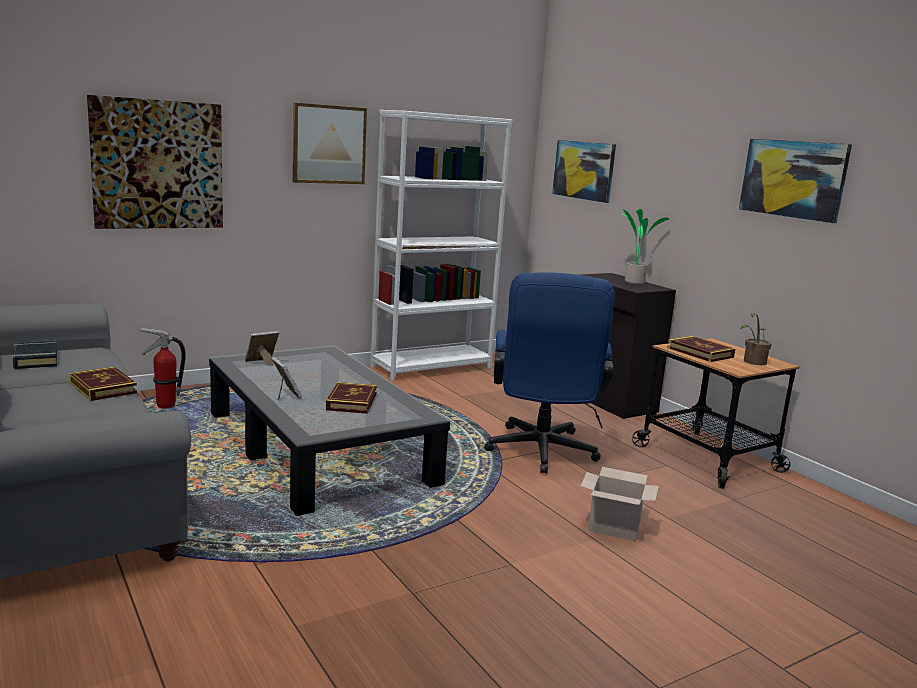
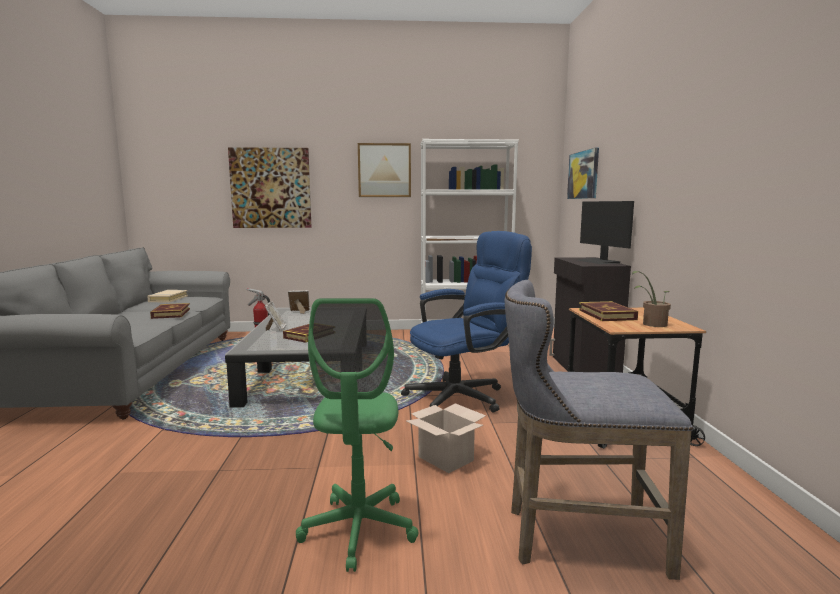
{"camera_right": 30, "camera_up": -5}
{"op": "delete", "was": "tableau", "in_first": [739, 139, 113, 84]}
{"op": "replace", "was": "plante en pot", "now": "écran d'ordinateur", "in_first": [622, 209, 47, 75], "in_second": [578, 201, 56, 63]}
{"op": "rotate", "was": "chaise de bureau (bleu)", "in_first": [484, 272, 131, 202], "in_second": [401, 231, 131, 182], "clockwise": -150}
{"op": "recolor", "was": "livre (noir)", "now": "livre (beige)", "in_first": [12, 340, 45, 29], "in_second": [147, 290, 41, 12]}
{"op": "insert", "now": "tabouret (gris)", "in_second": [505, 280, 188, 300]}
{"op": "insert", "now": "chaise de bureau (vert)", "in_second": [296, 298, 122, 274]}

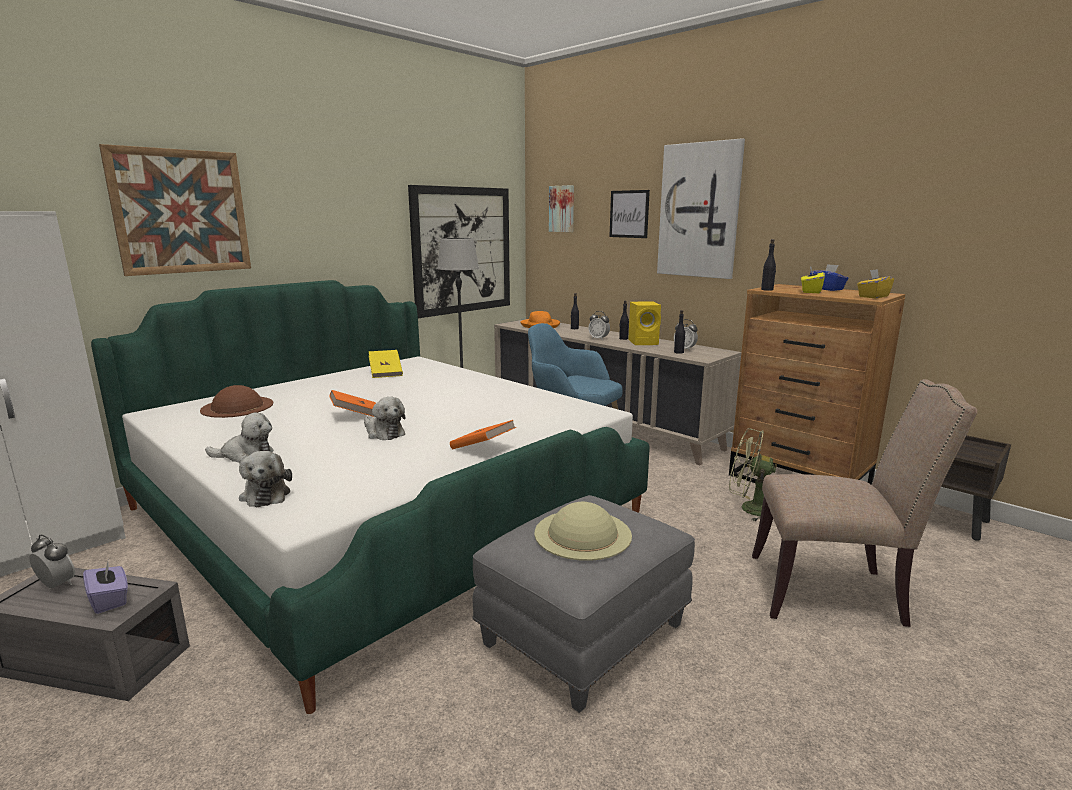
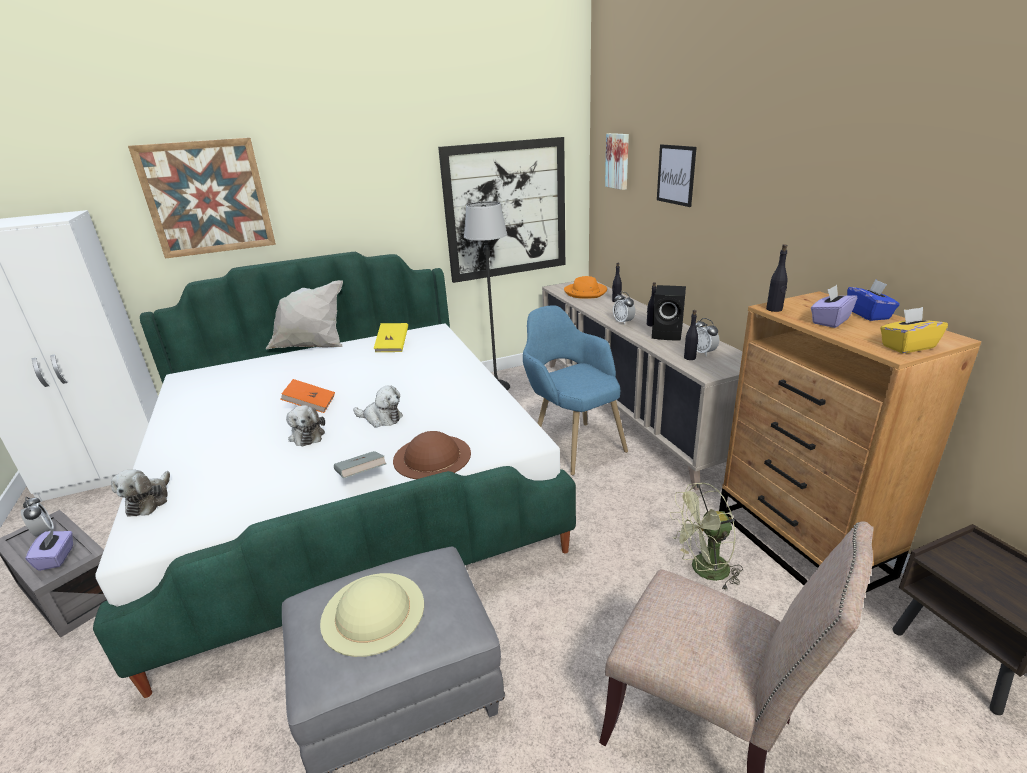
{"camera_right": 25, "camera_up": 10}
{"op": "delete", "was": "tableau", "in_first": [657, 138, 88, 141]}
{"op": "recolor", "was": "boîte à mouchoirs (jaune)", "now": "boîte à mouchoirs (violet)", "in_first": [801, 267, 24, 26], "in_second": [811, 285, 46, 43]}
{"op": "recolor", "was": "enceinte (jaune)", "now": "enceinte (noir)", "in_first": [628, 301, 33, 44], "in_second": [652, 285, 34, 55]}
{"op": "move", "was": "chapeau (marron)", "in_first": [200, 385, 73, 33], "in_second": [393, 431, 78, 48]}
{"op": "move", "was": "peluche", "in_first": [205, 412, 68, 51], "in_second": [353, 386, 50, 42]}
{"op": "recolor", "was": "livre (orange)", "now": "livre (gris)", "in_first": [450, 420, 66, 29], "in_second": [334, 451, 53, 27]}
{"op": "rotate", "was": "ventilateur (vert)", "in_first": [729, 428, 48, 93], "in_second": [670, 482, 73, 108], "clockwise": -60}
{"op": "insert", "now": "coussin (blanc)", "in_second": [266, 280, 77, 69]}

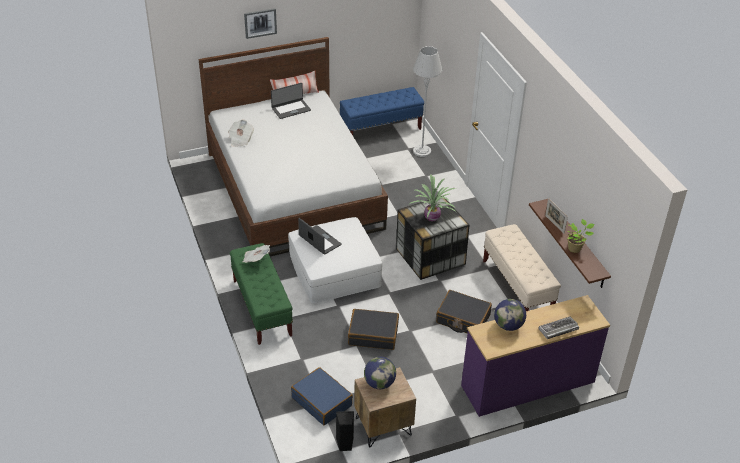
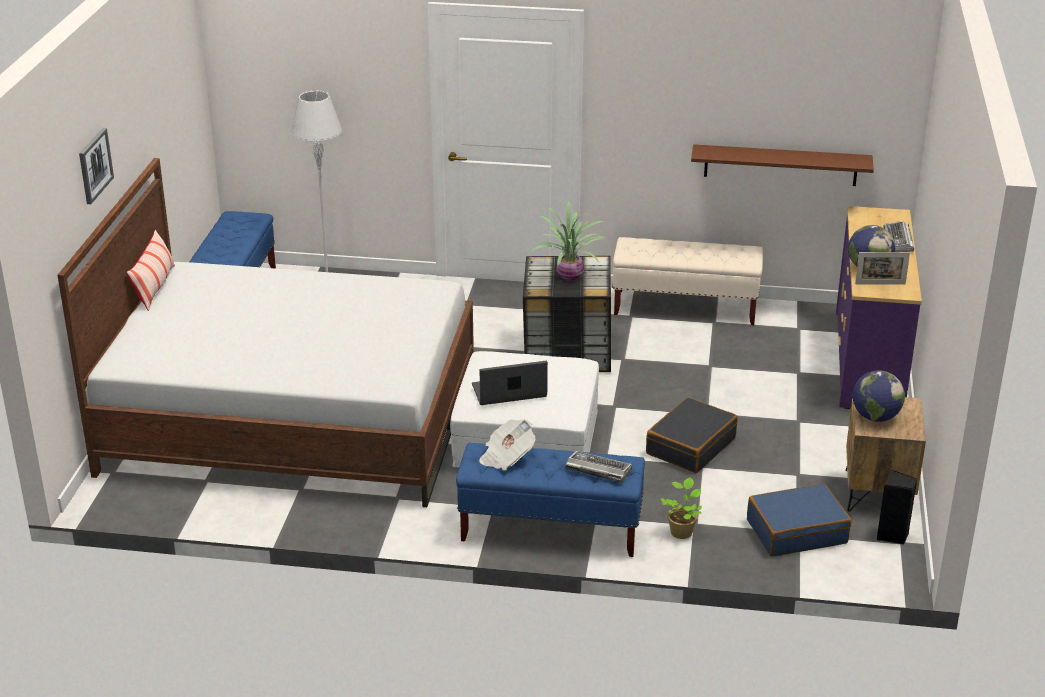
{"camera_right": -60, "camera_up": -10}
{"op": "delete", "was": "ordinateur portable", "in_first": [271, 83, 40, 36]}
{"op": "delete", "was": "journal", "in_first": [228, 119, 26, 28]}
{"op": "move", "was": "cadre photo", "in_first": [545, 198, 23, 36], "in_second": [855, 252, 55, 33]}
{"op": "move", "was": "plante en pot", "in_first": [567, 219, 27, 34], "in_second": [661, 477, 41, 62]}
{"op": "recolor", "was": "banc (vert)", "now": "banc (bleu)", "in_first": [230, 243, 63, 102], "in_second": [456, 443, 189, 114]}
{"op": "delete", "was": "valise (noir)", "in_first": [436, 290, 56, 44]}
{"op": "insert", "now": "clavier", "in_second": [565, 451, 67, 31]}

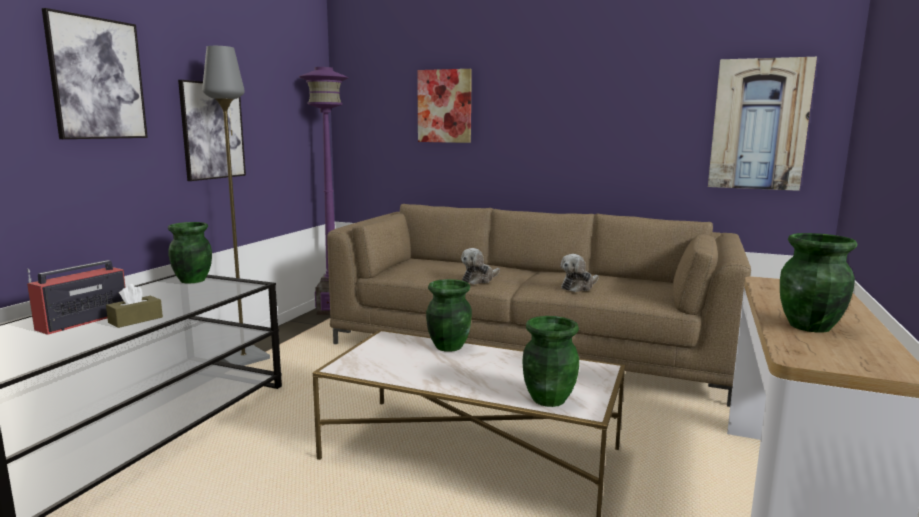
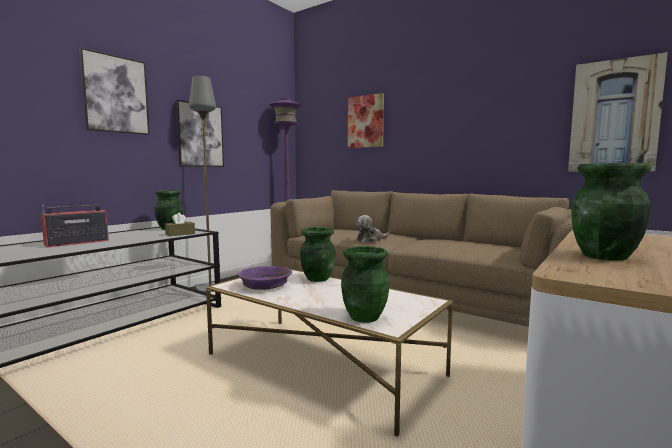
{"camera_right": 15, "camera_up": -5}
{"op": "delete", "was": "peluche", "in_first": [561, 254, 38, 38]}
{"op": "move", "was": "boîte à mouchoirs (marron)", "in_first": [106, 284, 57, 44], "in_second": [165, 213, 30, 23]}
{"op": "insert", "now": "bol (violet)", "in_second": [238, 266, 54, 24]}

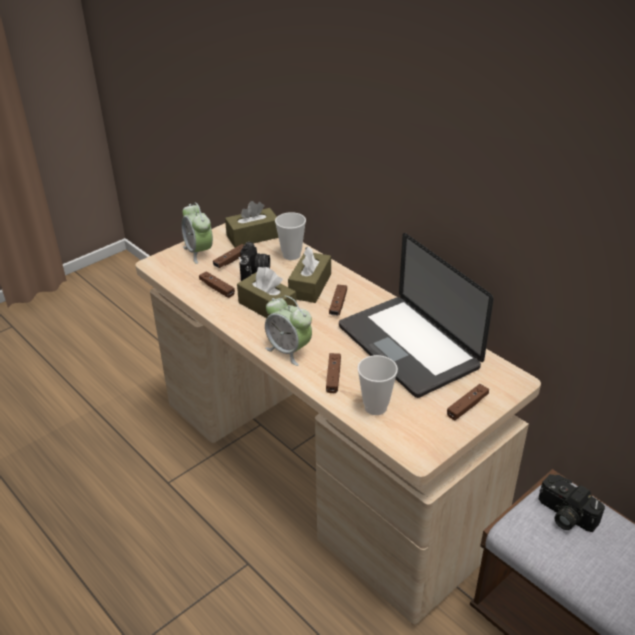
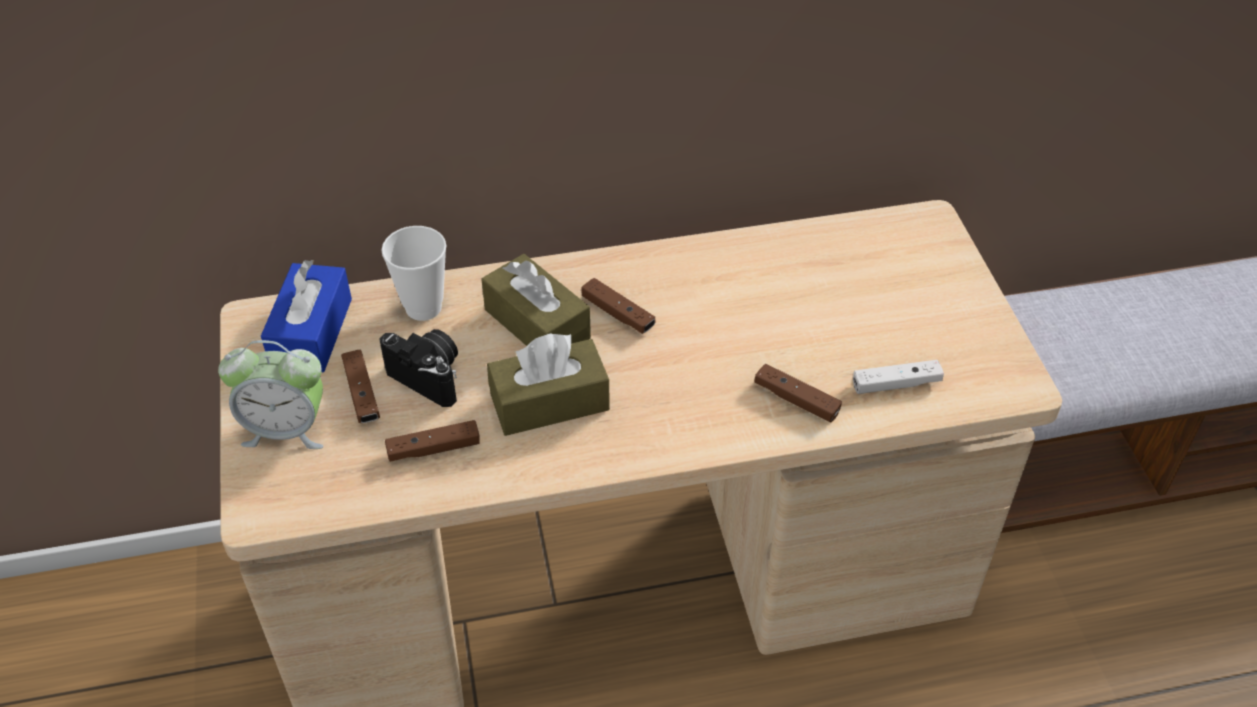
{"camera_right": -60, "camera_up": 10}
{"op": "recolor", "was": "boîte à mouchoirs (marron)", "now": "boîte à mouchoirs (bleu)", "in_first": [225, 201, 54, 47], "in_second": [261, 260, 91, 112]}
{"op": "delete", "was": "ordinateur portable", "in_first": [339, 233, 155, 165]}
{"op": "delete", "was": "réveil", "in_first": [265, 296, 47, 70]}
{"op": "replace", "was": "tasse", "now": "manette (blanc)", "in_first": [357, 355, 41, 60], "in_second": [853, 360, 91, 34]}
{"op": "delete", "was": "manette (marron)", "in_first": [447, 384, 42, 36]}
{"op": "delete", "was": "appareil photo", "in_first": [538, 474, 67, 58]}

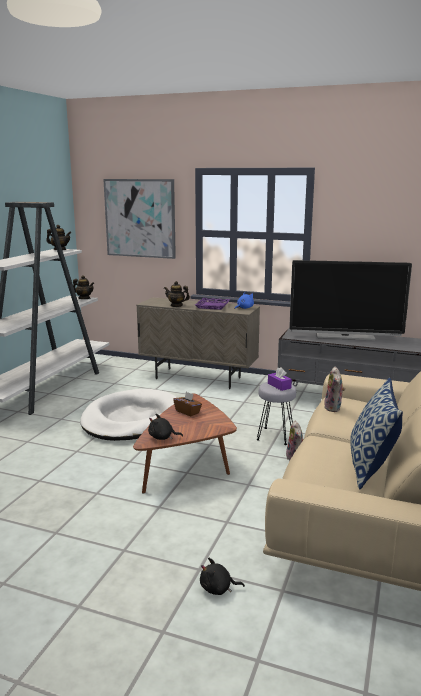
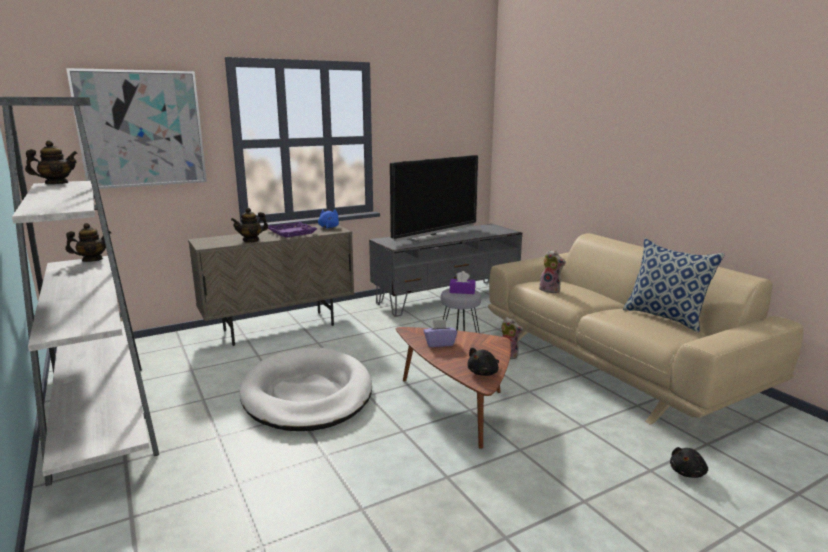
{"camera_right": -50, "camera_up": 0}
{"op": "recolor", "was": "boîte à mouchoirs (marron)", "now": "boîte à mouchoirs (violet)", "in_first": [173, 392, 29, 24], "in_second": [423, 320, 34, 27]}

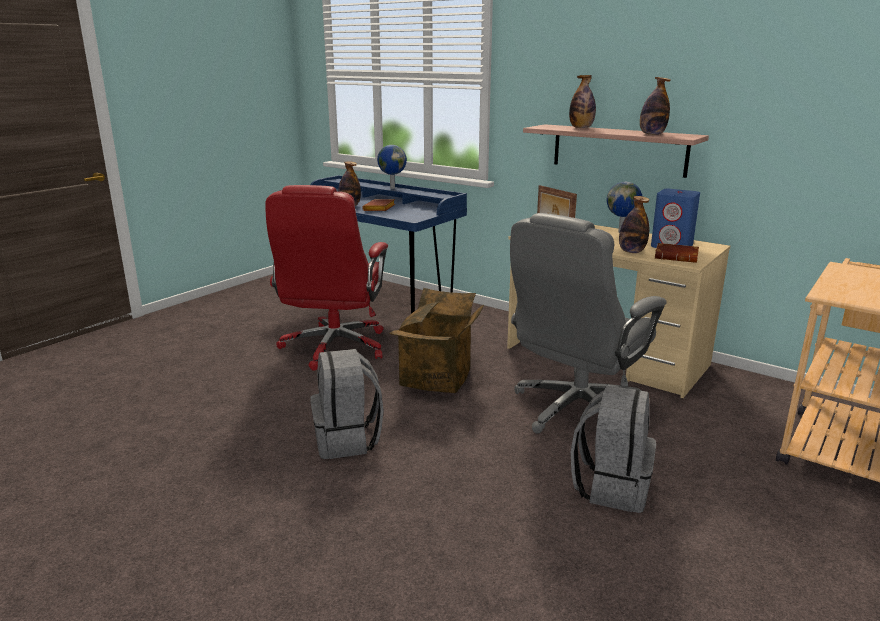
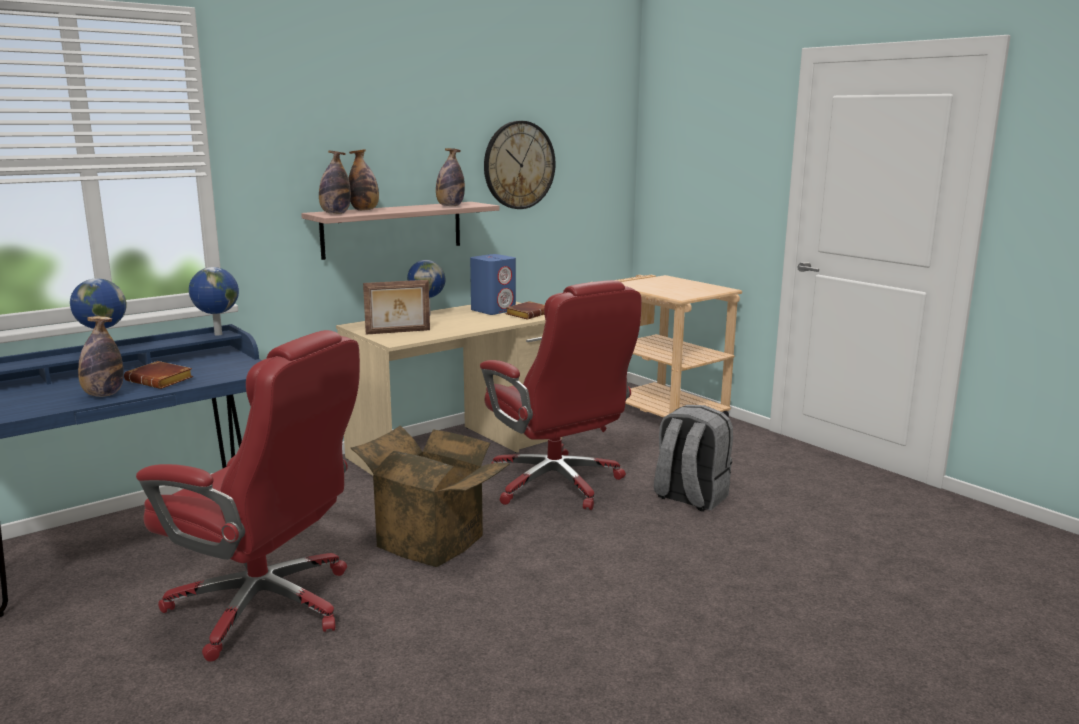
{"camera_right": -75, "camera_up": -5}
{"op": "move", "was": "bouteille", "in_first": [619, 196, 30, 57], "in_second": [319, 151, 32, 63]}
{"op": "recolor", "was": "chaise de bureau (gris)", "now": "chaise de bureau (rouge)", "in_first": [510, 213, 157, 221], "in_second": [480, 280, 161, 230]}
{"op": "delete", "was": "sac à dos (gris)", "in_first": [310, 349, 74, 110]}
{"op": "insert", "now": "horloge murale", "in_second": [484, 121, 71, 88]}
{"op": "insert", "now": "globe", "in_second": [189, 267, 50, 69]}

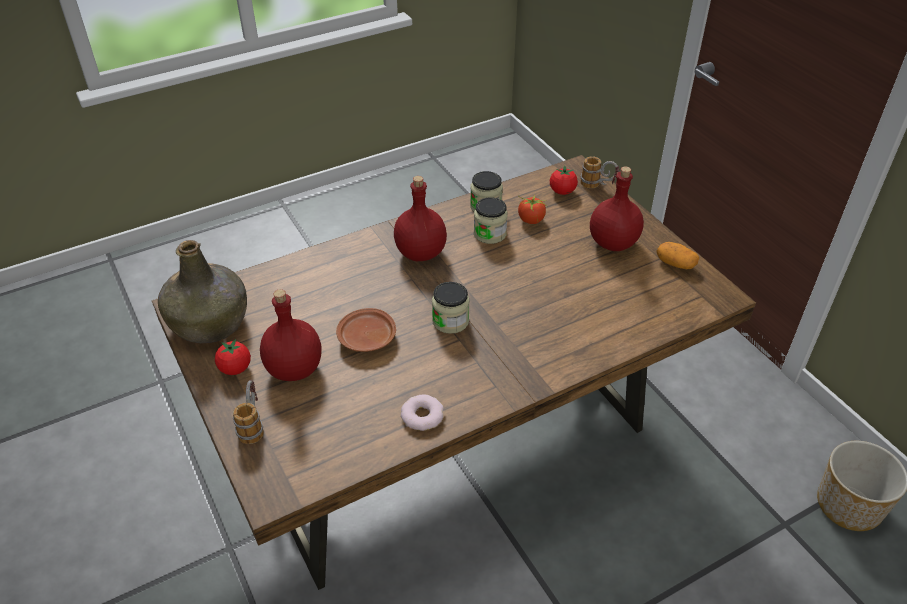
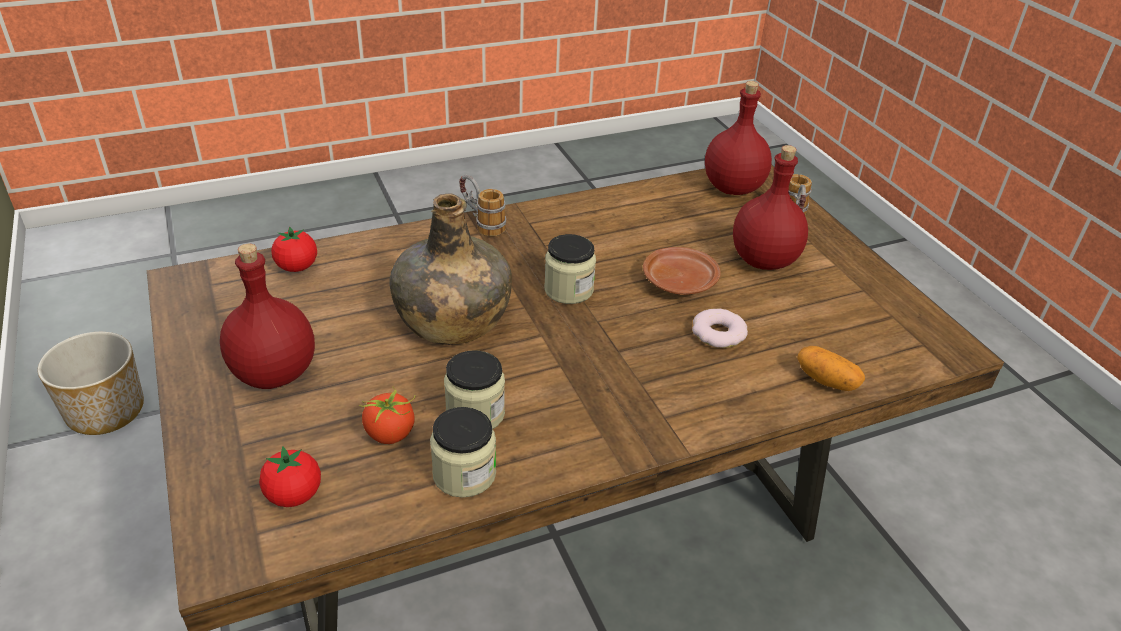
{"camera_right": -175, "camera_up": -5}
{"op": "move", "was": "mug", "in_first": [580, 156, 40, 33], "in_second": [459, 175, 47, 61]}
{"op": "move", "was": "bouteille (rouge)", "in_first": [394, 176, 53, 85], "in_second": [705, 81, 67, 114]}
{"op": "move", "was": "bouteille (vert)", "in_first": [158, 240, 89, 103], "in_second": [389, 193, 123, 152]}
{"op": "move", "was": "pomme de terre", "in_first": [657, 242, 42, 27], "in_second": [797, 346, 68, 45]}
{"op": "move", "was": "tomate", "in_first": [215, 339, 36, 36], "in_second": [271, 227, 46, 45]}
{"op": "move", "was": "beignet", "in_first": [401, 395, 43, 36], "in_second": [692, 308, 56, 40]}

